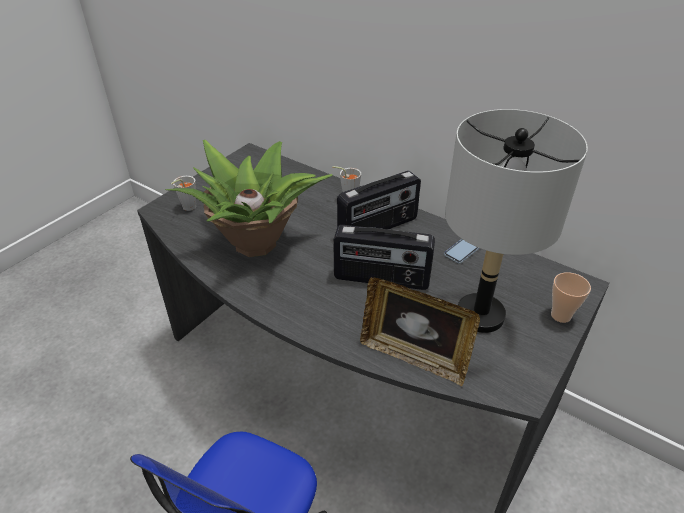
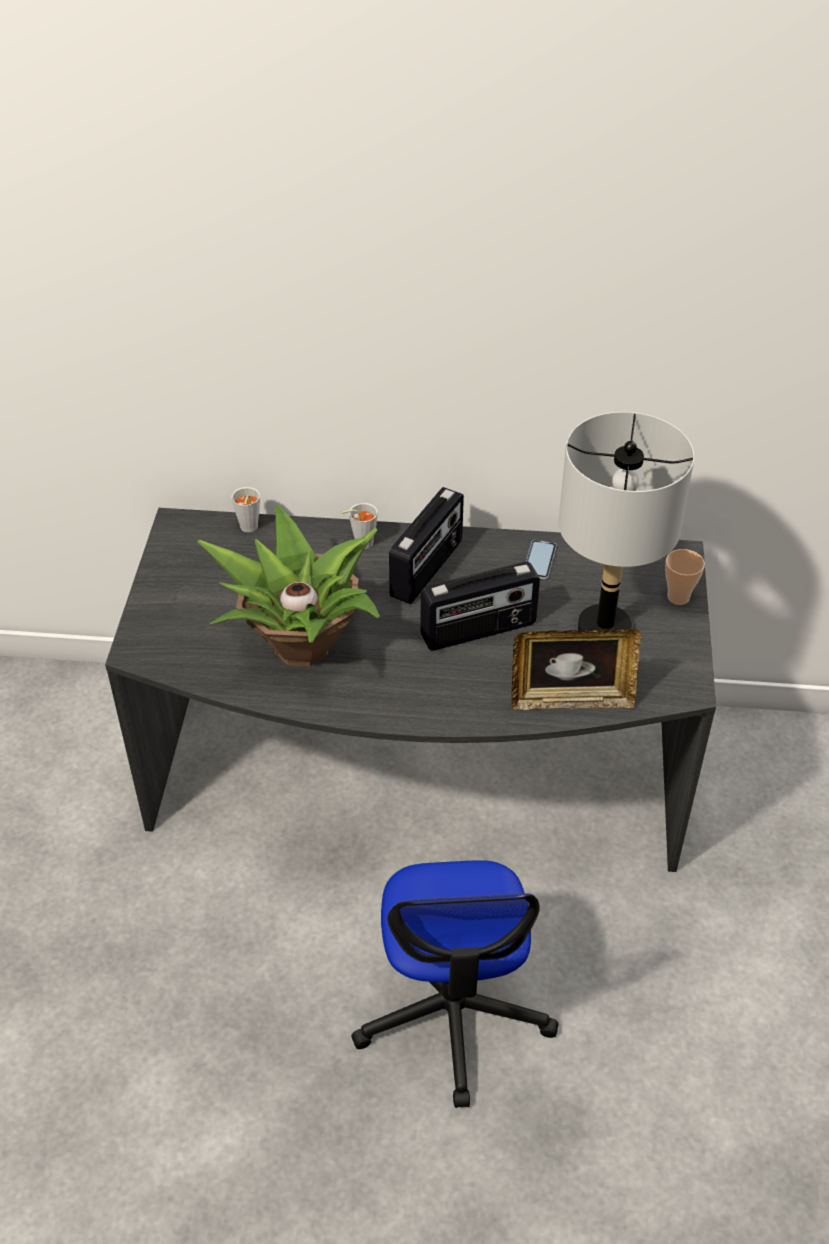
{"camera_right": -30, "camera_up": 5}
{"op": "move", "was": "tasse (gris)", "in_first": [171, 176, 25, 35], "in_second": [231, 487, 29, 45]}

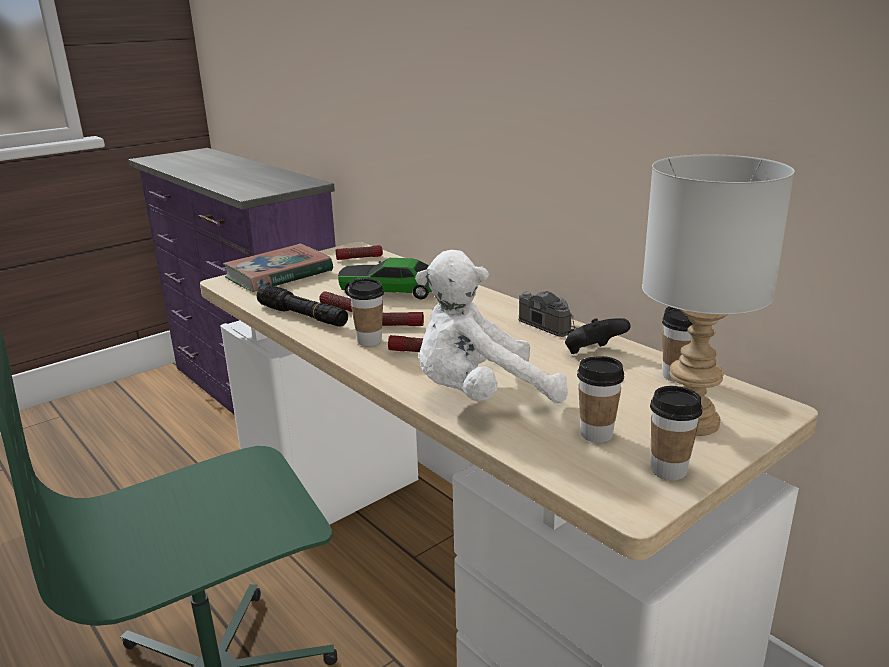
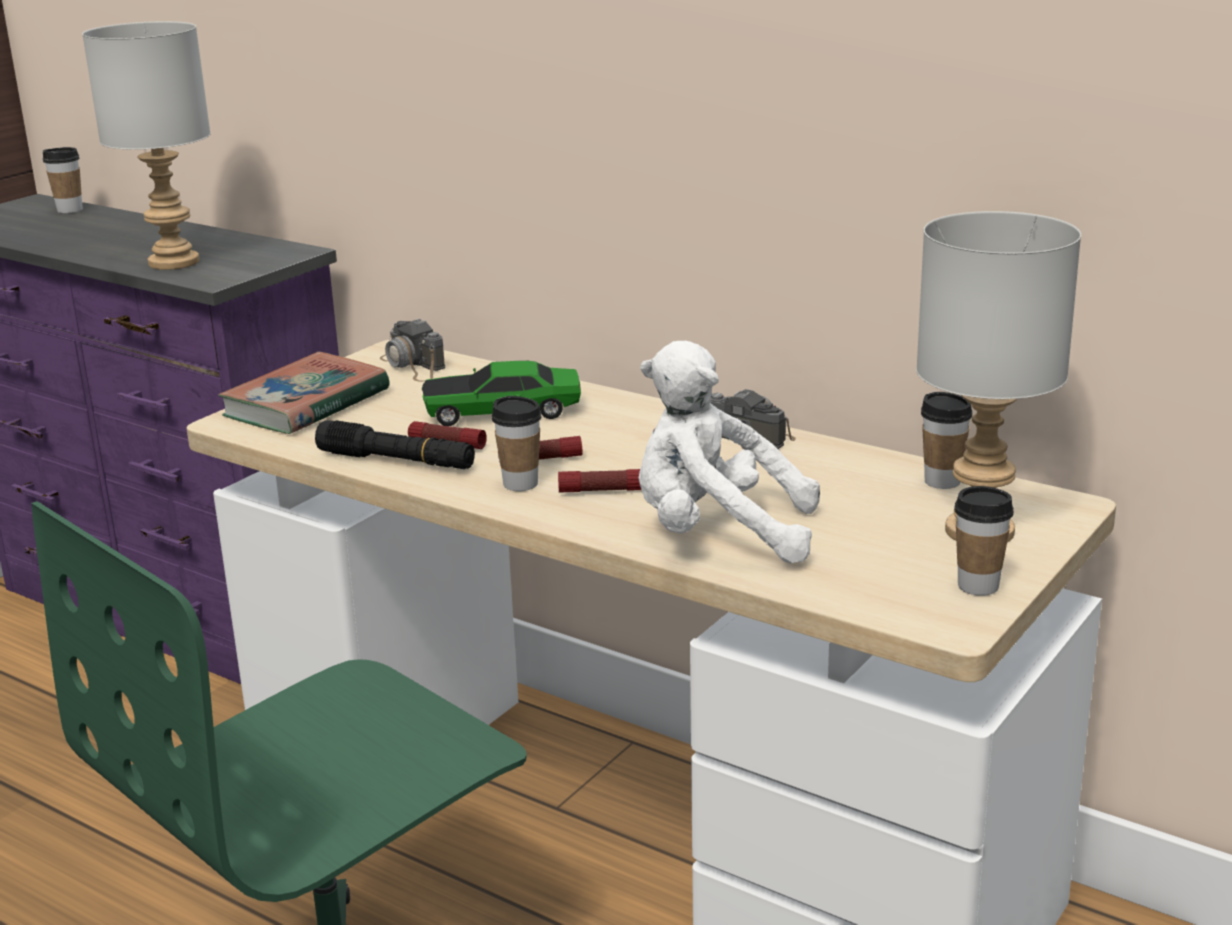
{"camera_right": -15, "camera_up": 0}
{"op": "replace", "was": "lampe de poche", "now": "appareil photo", "in_first": [336, 245, 47, 15], "in_second": [380, 318, 65, 64]}
{"op": "rotate", "was": "peluche (blanc)", "in_first": [415, 250, 153, 153], "in_second": [639, 341, 181, 222], "clockwise": 45}
{"op": "delete", "was": "manette (noir)", "in_first": [565, 318, 66, 36]}
{"op": "move", "was": "tasse", "in_first": [577, 356, 47, 87], "in_second": [43, 147, 40, 66]}
{"op": "insert", "now": "lampe de table (gris)", "in_second": [82, 21, 129, 249]}

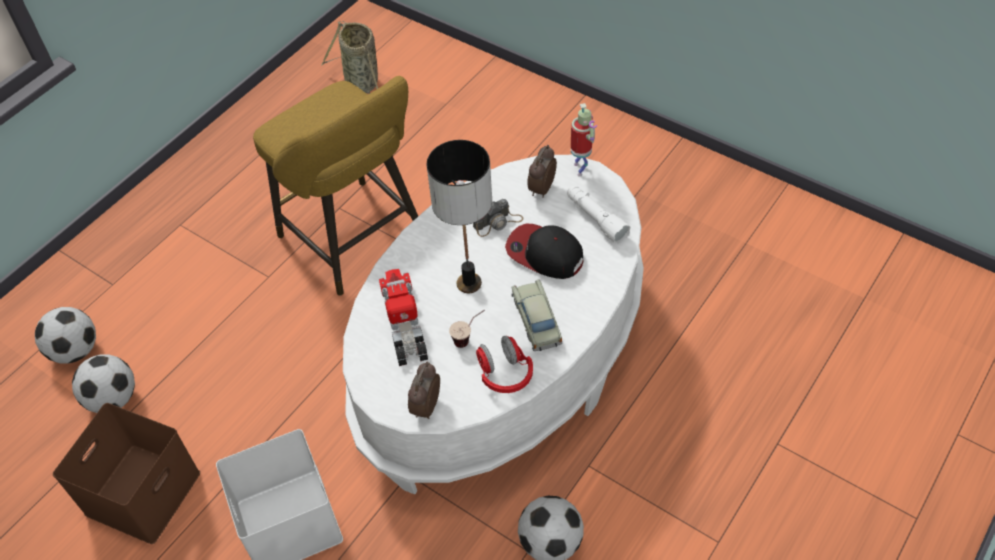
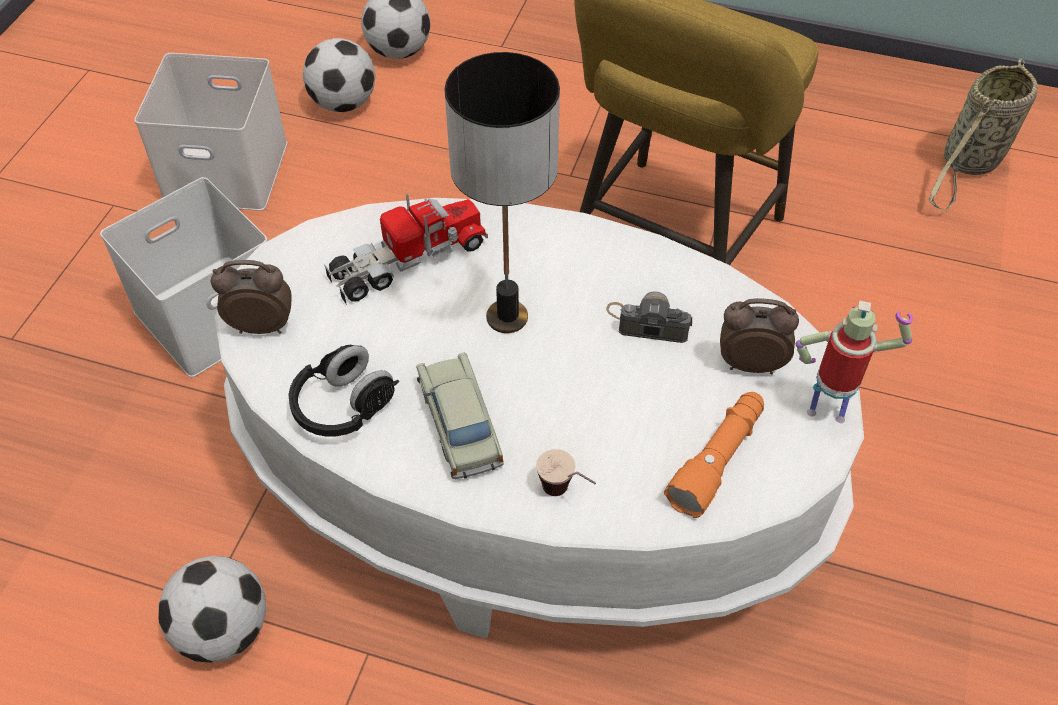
{"camera_right": 70, "camera_up": 0}
{"op": "rotate", "was": "robot jouet", "in_first": [571, 103, 26, 74], "in_second": [796, 300, 117, 123], "clockwise": -135}
{"op": "recolor", "was": "lampe de poche (blanc)", "now": "lampe de poche (orange)", "in_first": [567, 186, 63, 58], "in_second": [664, 392, 100, 126]}
{"op": "rotate", "was": "appareil photo", "in_first": [473, 199, 50, 38], "in_second": [606, 291, 87, 52], "clockwise": 150}
{"op": "delete", "was": "casquette", "in_first": [505, 224, 78, 55]}
{"op": "rotate", "was": "petite voiture (beige)", "in_first": [511, 280, 51, 71], "in_second": [416, 352, 88, 127], "clockwise": -75}
{"op": "move", "was": "tasse", "in_first": [449, 309, 36, 39], "in_second": [536, 449, 60, 47]}
{"op": "recolor", "was": "casque audio (rouge)", "now": "casque audio (noir)", "in_first": [476, 336, 57, 57], "in_second": [288, 345, 111, 92]}
{"op": "recolor", "was": "boîte de rangement (marron)", "now": "boîte de rangement (blanc)", "in_first": [53, 403, 147, 141], "in_second": [134, 53, 154, 158]}

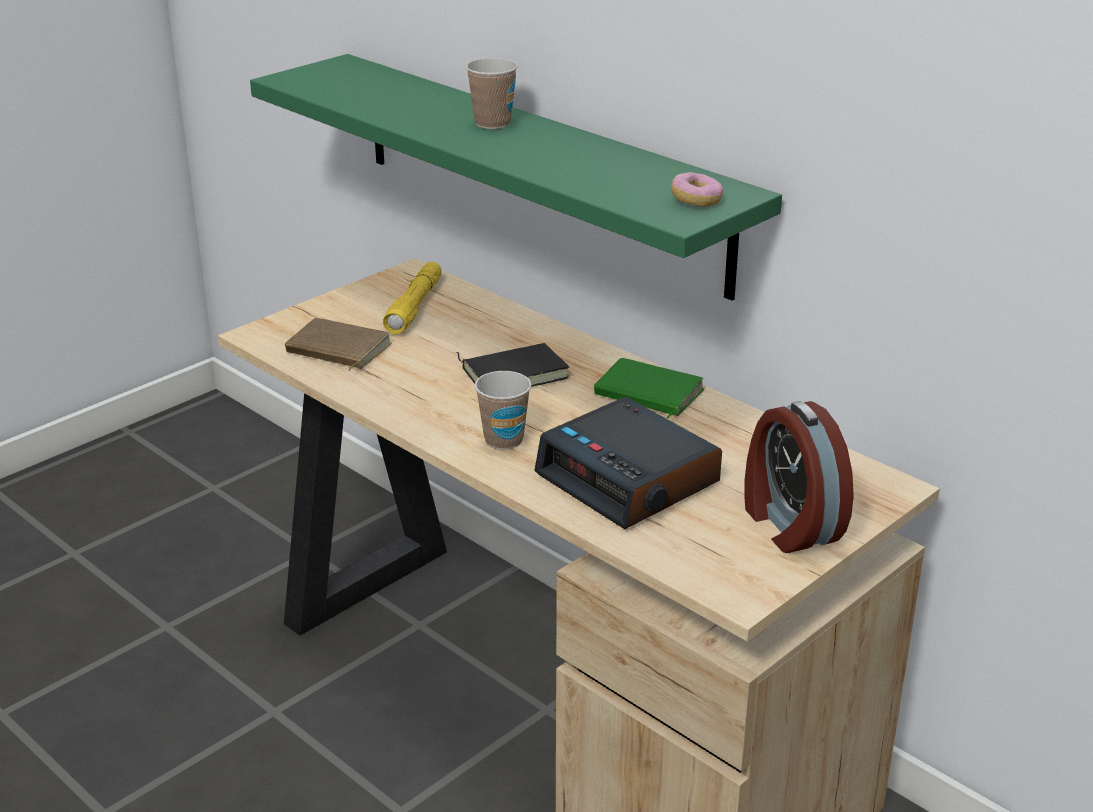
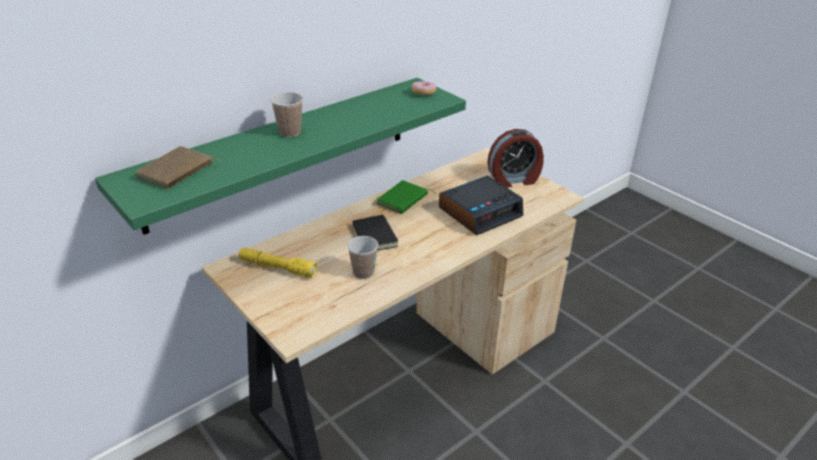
{"camera_right": -85, "camera_up": 5}
{"op": "move", "was": "livre (marron)", "in_first": [285, 318, 107, 53], "in_second": [135, 146, 87, 43]}
{"op": "move", "was": "tasse", "in_first": [475, 371, 56, 79], "in_second": [347, 236, 31, 43]}

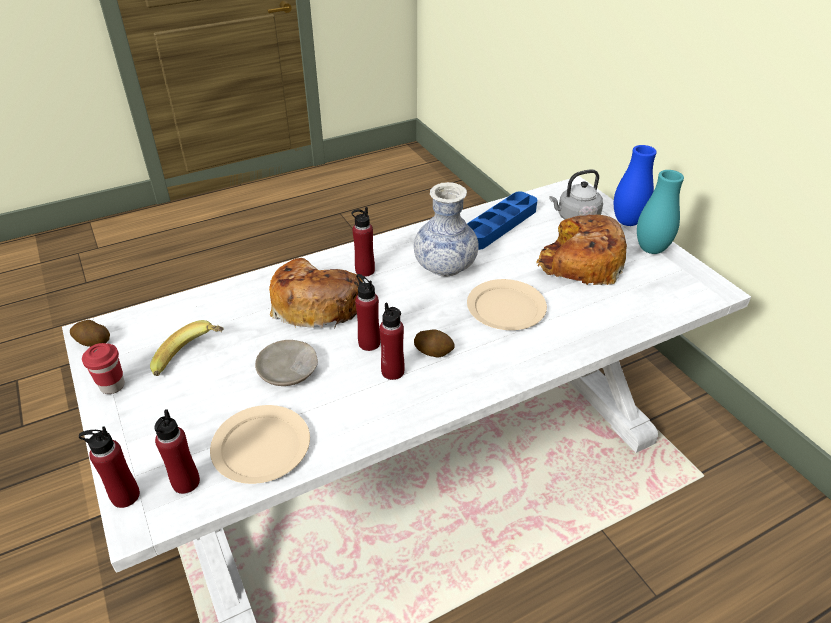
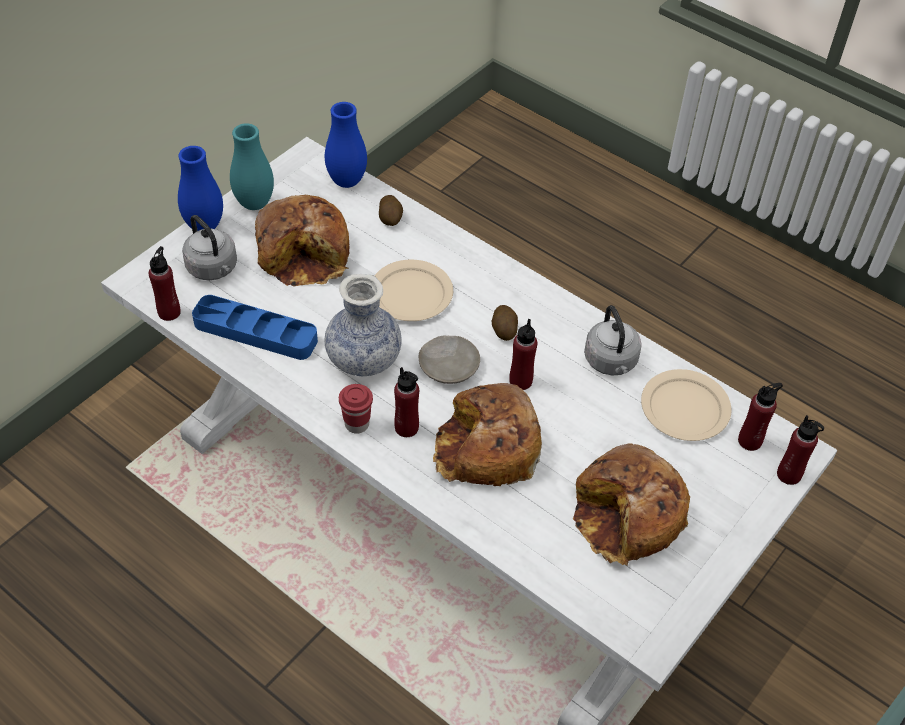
{"camera_right": -115, "camera_up": 10}
{"op": "move", "was": "bouteille (rouge)", "in_first": [379, 303, 26, 77], "in_second": [149, 246, 32, 75]}
{"op": "move", "was": "pomme de terre", "in_first": [70, 320, 40, 27], "in_second": [379, 195, 24, 31]}
{"op": "replace", "was": "banane", "now": "pain", "in_first": [150, 320, 74, 56], "in_second": [573, 443, 117, 122]}
{"op": "move", "was": "assiette (beige)", "in_first": [255, 340, 63, 46], "in_second": [419, 335, 61, 49]}
{"op": "move", "was": "tasse (rouge)", "in_first": [82, 343, 43, 51], "in_second": [339, 384, 34, 50]}
{"op": "insert", "now": "vase (bleu)", "in_second": [325, 102, 42, 86]}
{"op": "insert", "now": "bouilloire (gris)", "in_second": [584, 305, 58, 70]}

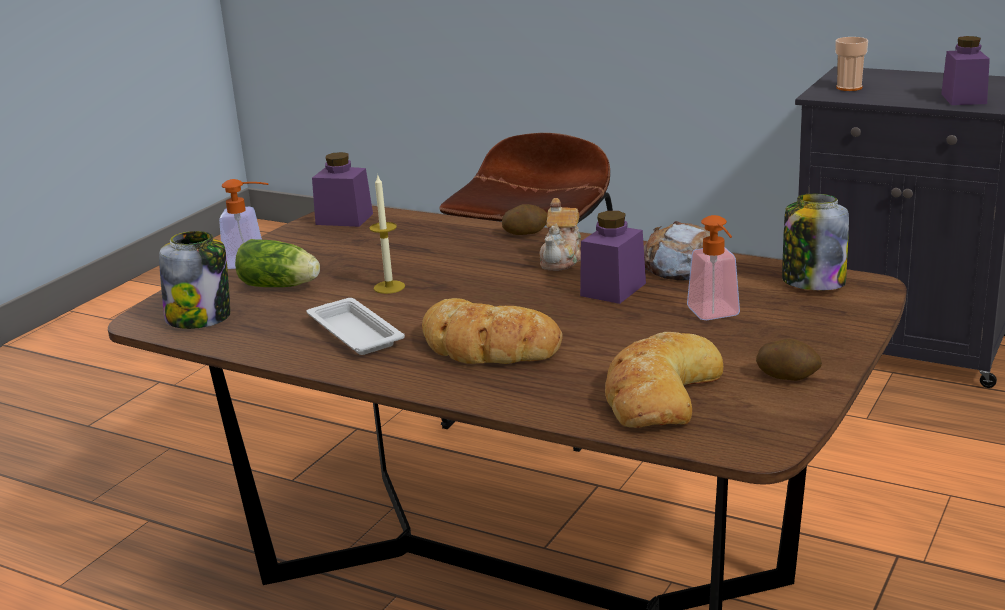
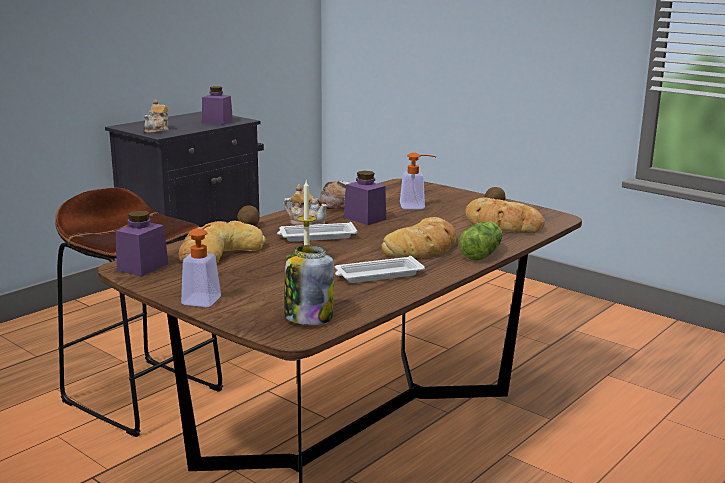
{"camera_right": -80, "camera_up": -5}
{"op": "replace", "was": "tasse", "now": "théière", "in_first": [835, 37, 33, 54], "in_second": [144, 99, 25, 34]}
{"op": "delete", "was": "bocal", "in_first": [782, 193, 67, 97]}
{"op": "move", "was": "laitue", "in_first": [235, 239, 85, 48], "in_second": [459, 221, 43, 40]}
{"op": "insert", "now": "pain", "in_second": [179, 220, 87, 44]}
{"op": "insert", "now": "plateau (blanc)", "in_second": [277, 222, 81, 20]}

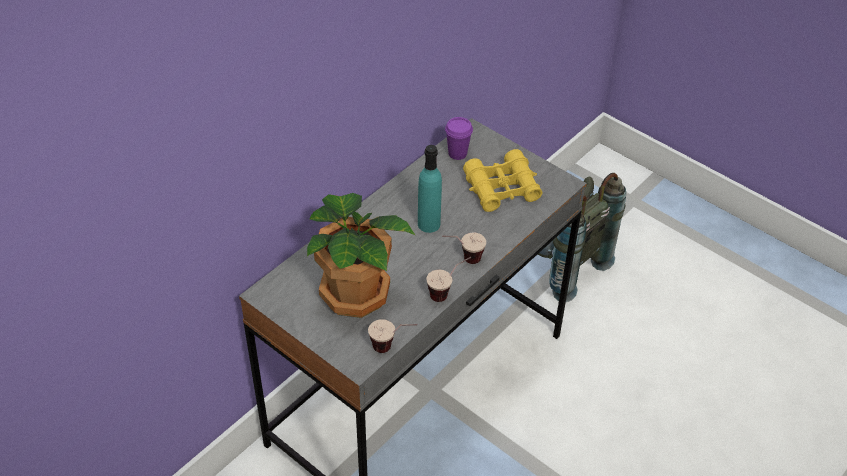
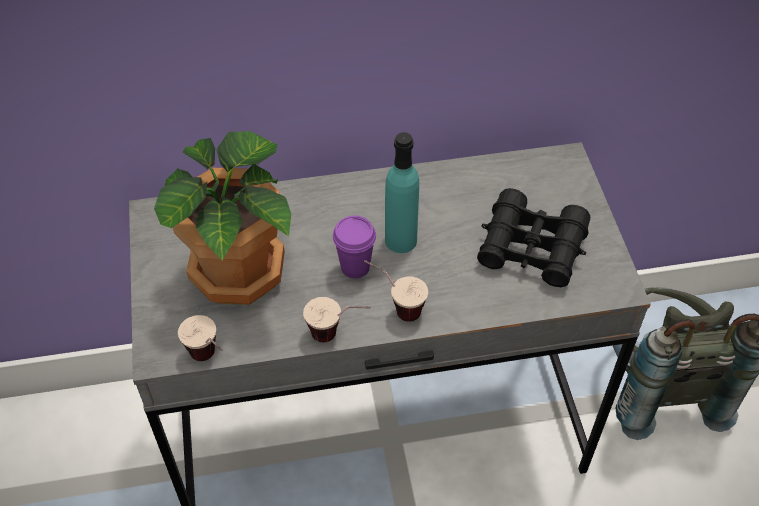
{"camera_right": 40, "camera_up": 5}
{"op": "move", "was": "tasse (violet)", "in_first": [445, 117, 28, 43], "in_second": [333, 215, 43, 64]}
{"op": "recolor", "was": "jumelles (jaune)", "now": "jumelles (noir)", "in_first": [463, 149, 79, 63], "in_second": [477, 188, 113, 99]}

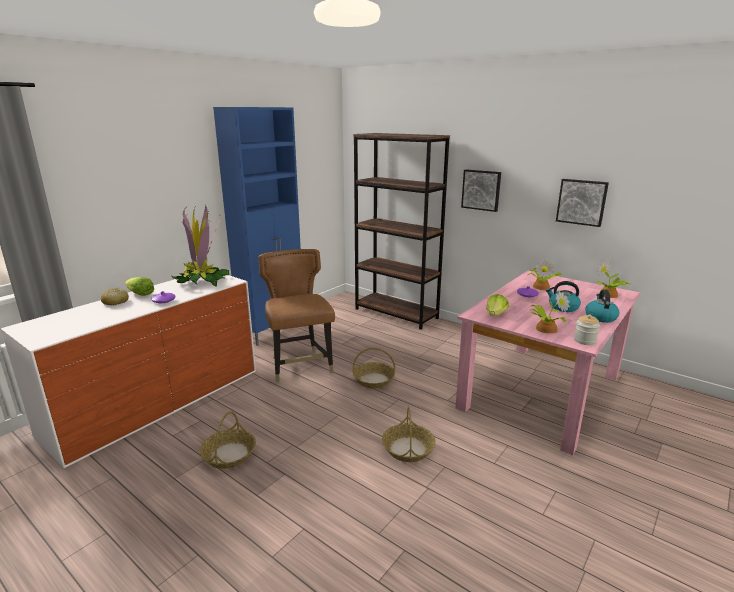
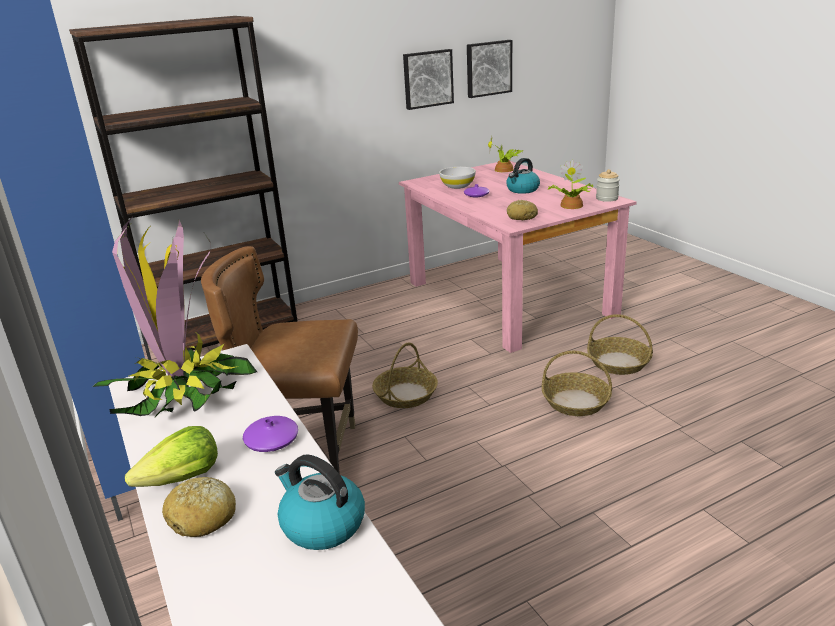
{"camera_right": -65, "camera_up": 5}
{"op": "move", "was": "tableau", "in_first": [461, 169, 40, 43], "in_second": [467, 40, 45, 58]}
{"op": "replace", "was": "plante en pot", "now": "bol (blanc)", "in_first": [530, 260, 32, 30], "in_second": [439, 167, 37, 22]}
{"op": "move", "was": "bouilloire", "in_first": [585, 289, 35, 34], "in_second": [275, 454, 90, 96]}
{"op": "replace", "was": "laitue", "now": "pain", "in_first": [486, 294, 23, 22], "in_second": [507, 200, 31, 20]}
{"op": "move", "was": "panier", "in_first": [200, 411, 56, 58], "in_second": [587, 314, 66, 61]}

